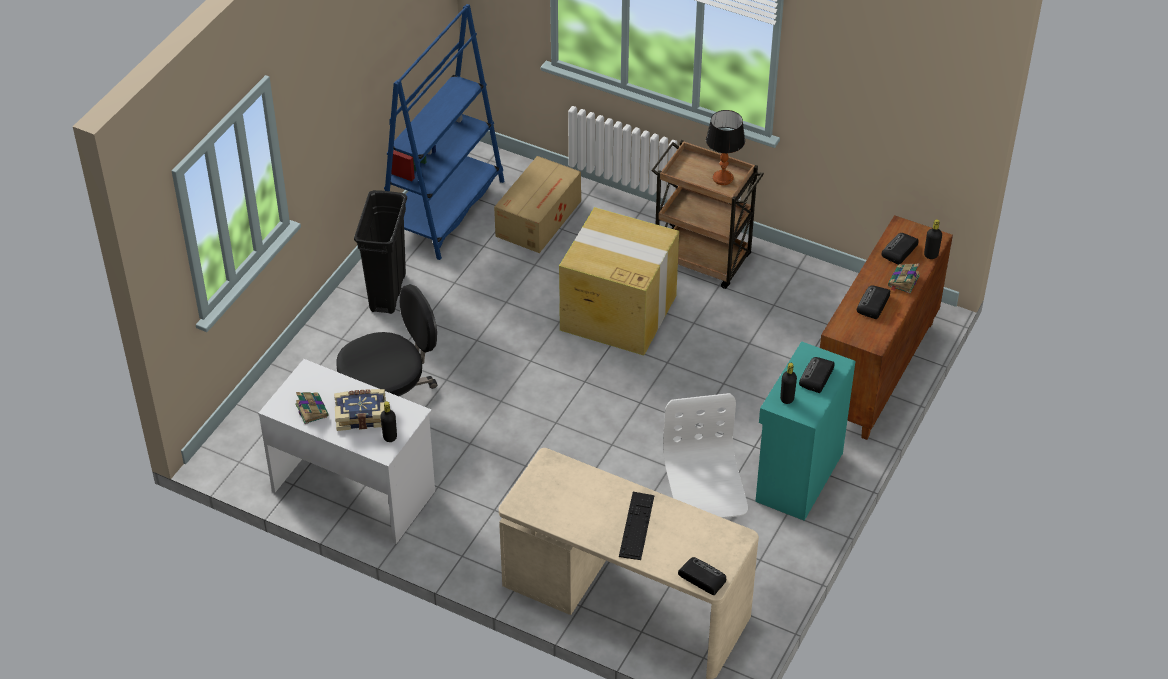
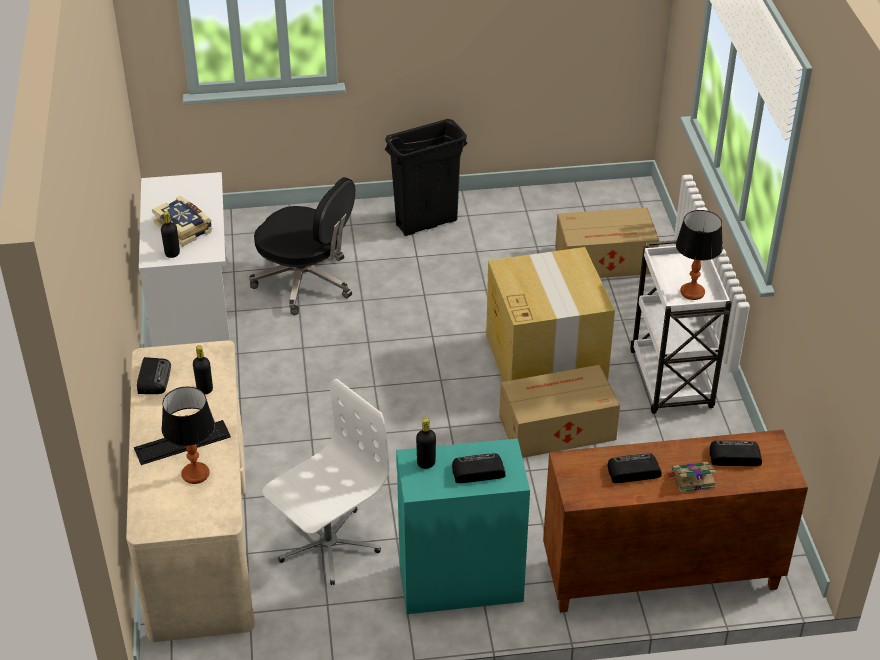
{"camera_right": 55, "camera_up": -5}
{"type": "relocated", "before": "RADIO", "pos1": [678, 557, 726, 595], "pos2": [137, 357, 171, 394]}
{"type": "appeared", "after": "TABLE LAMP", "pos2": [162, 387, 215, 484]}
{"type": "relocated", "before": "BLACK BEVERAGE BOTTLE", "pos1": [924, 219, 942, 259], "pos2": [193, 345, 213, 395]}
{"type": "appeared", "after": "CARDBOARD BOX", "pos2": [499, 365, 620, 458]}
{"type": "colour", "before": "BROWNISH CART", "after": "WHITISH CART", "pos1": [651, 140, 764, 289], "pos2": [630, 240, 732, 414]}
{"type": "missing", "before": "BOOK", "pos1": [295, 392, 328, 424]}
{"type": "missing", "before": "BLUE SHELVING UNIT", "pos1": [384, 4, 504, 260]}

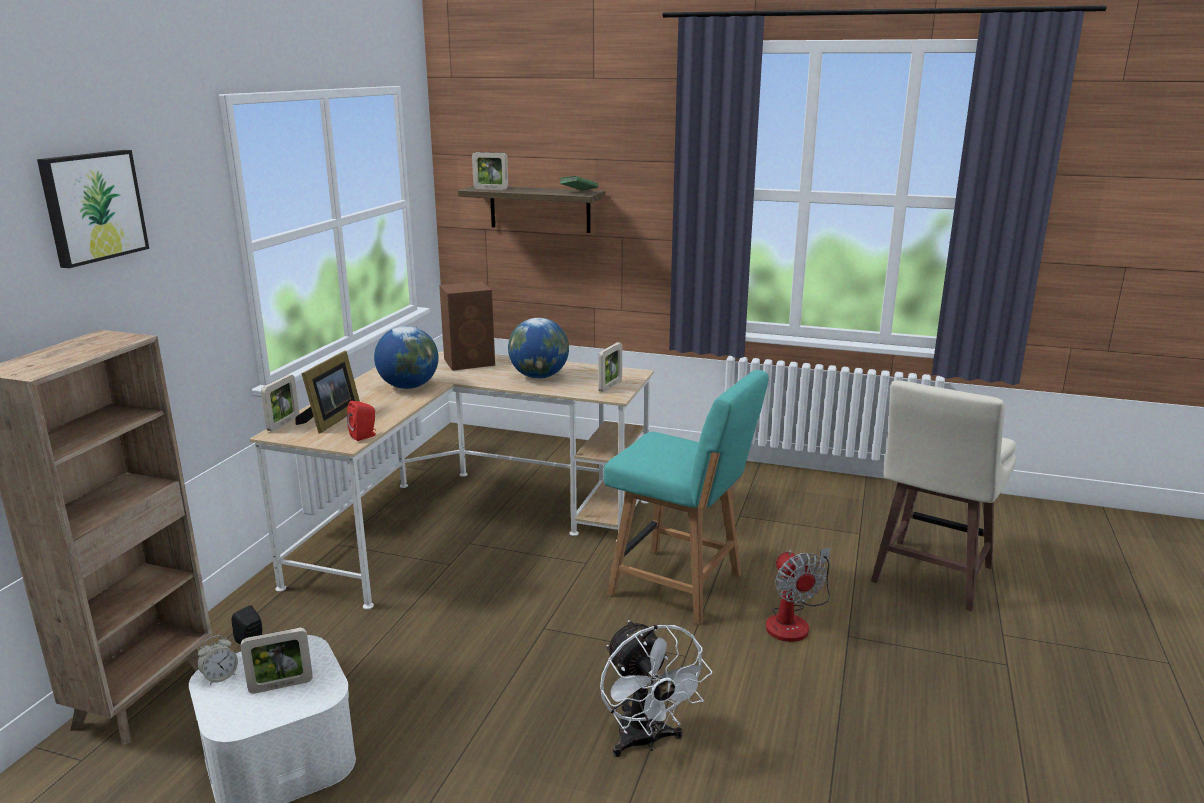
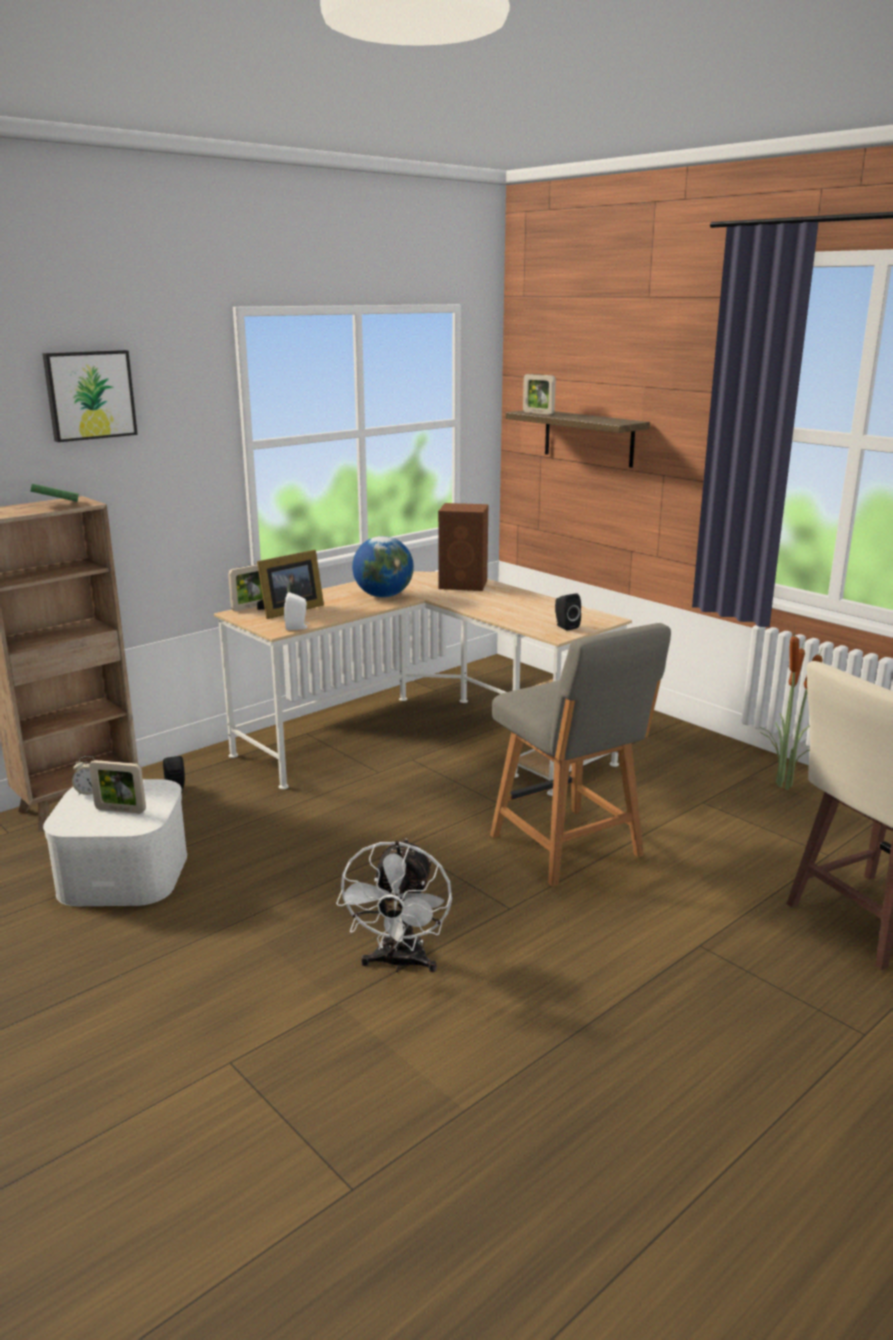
{"camera_right": 30, "camera_up": 0}
{"type": "relocated", "before": "GREEN BOOK", "pos1": [560, 176, 598, 190], "pos2": [30, 484, 79, 502]}
{"type": "colour", "before": "RED SPEAKER", "after": "WHITISH SPEAKER", "pos1": [347, 401, 376, 441], "pos2": [284, 592, 310, 630]}
{"type": "colour", "before": "TURQUOISE-COLOURED PLAIN CHAIR", "after": "GREY PLAIN CHAIR", "pos1": [604, 370, 769, 625], "pos2": [490, 623, 671, 887]}
{"type": "exchanged", "before": "PICTURE FRAME", "after": "BLACK SPEAKER", "pos1": [598, 342, 622, 392], "pos2": [555, 593, 581, 631]}
{"type": "appeared", "after": "PLANT IN A POT", "pos2": [760, 628, 823, 790]}
{"type": "missing", "before": "GLOBE", "pos1": [508, 318, 569, 379]}
{"type": "missing", "before": "ELECTRIC FAN", "pos1": [766, 548, 830, 642]}

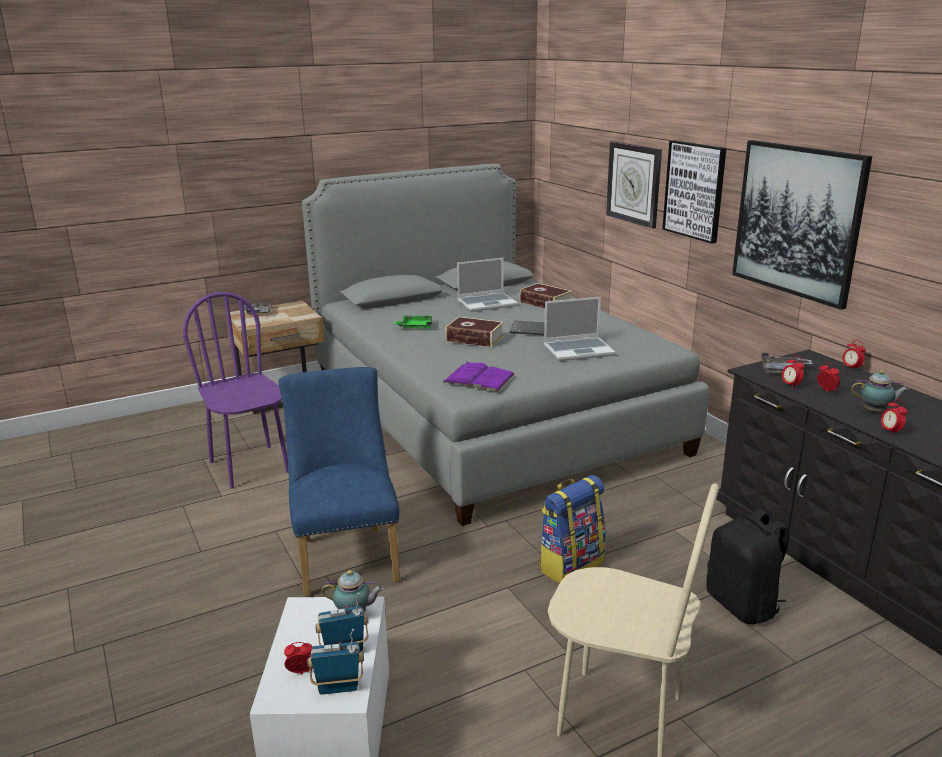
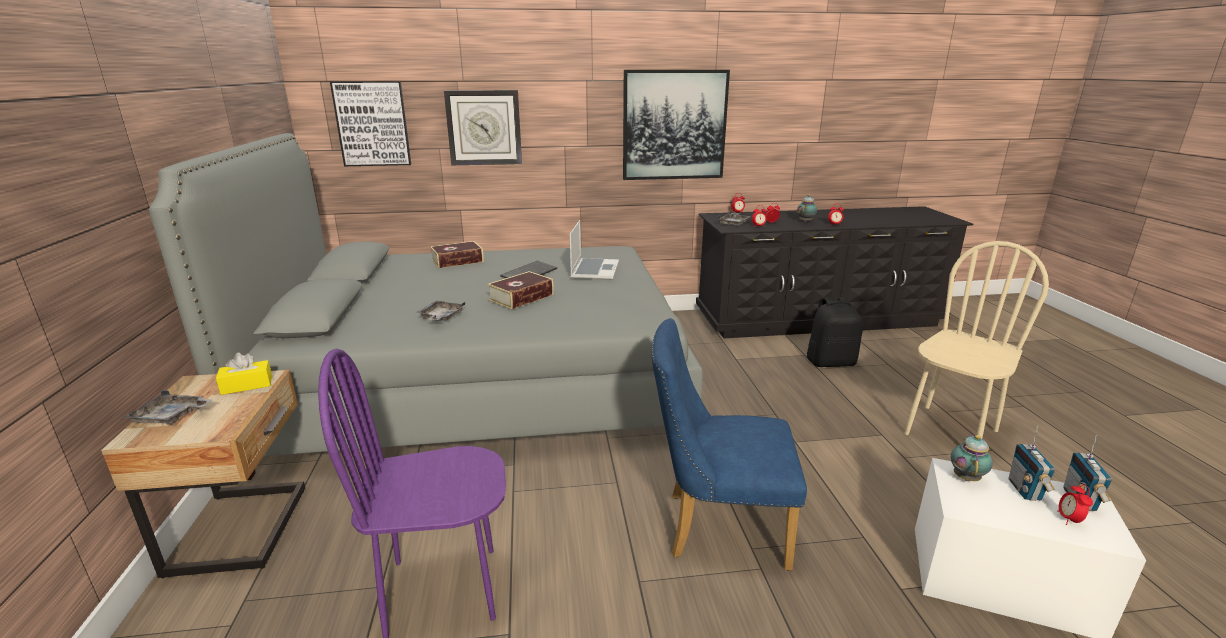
{"camera_right": -70, "camera_up": 0}
{"type": "appeared", "after": "YELLOW TISSUE HOLDER", "pos2": [216, 353, 272, 395]}
{"type": "relocated", "before": "PICTURE", "pos1": [662, 140, 726, 244], "pos2": [330, 81, 411, 166]}
{"type": "colour", "before": "GREEN CARRYING TRAY", "after": "GREY CARRYING TRAY", "pos1": [394, 315, 432, 329], "pos2": [416, 301, 465, 321]}
{"type": "missing", "before": "PURPLE-COLOURED BOOK", "pos1": [443, 362, 515, 391]}
{"type": "missing", "before": "NOTEBOOK COMPUTER", "pos1": [457, 258, 518, 312]}
{"type": "missing", "before": "KNAPSACK", "pos1": [539, 475, 606, 583]}

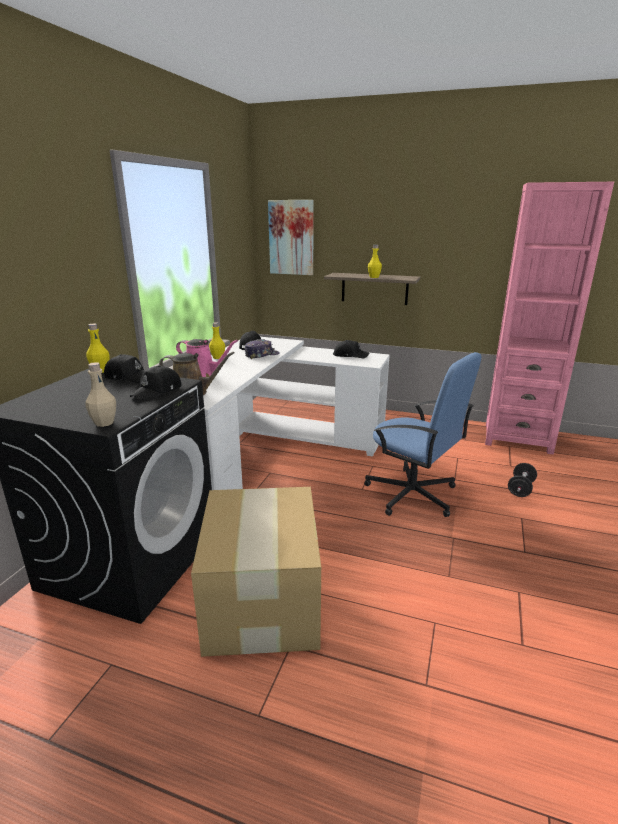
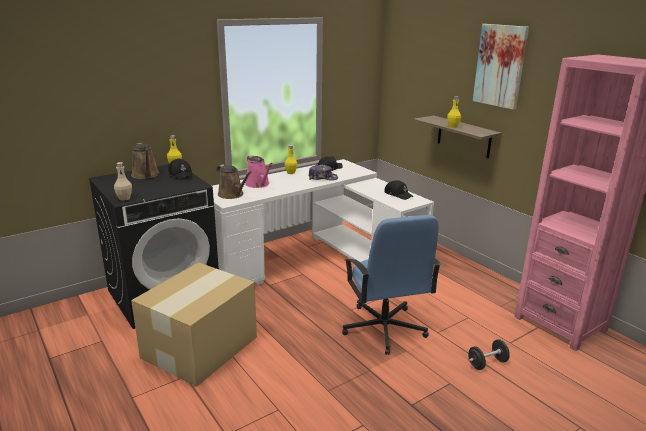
{"camera_right": 35, "camera_up": 0}
{"type": "appeared", "after": "BROWNISH SPRINKLING CAN", "pos2": [131, 143, 160, 179]}
{"type": "relocated", "before": "PICTURE", "pos1": [268, 200, 314, 275], "pos2": [473, 24, 529, 110]}
{"type": "missing", "before": "BLACK CAP", "pos1": [130, 365, 181, 401]}

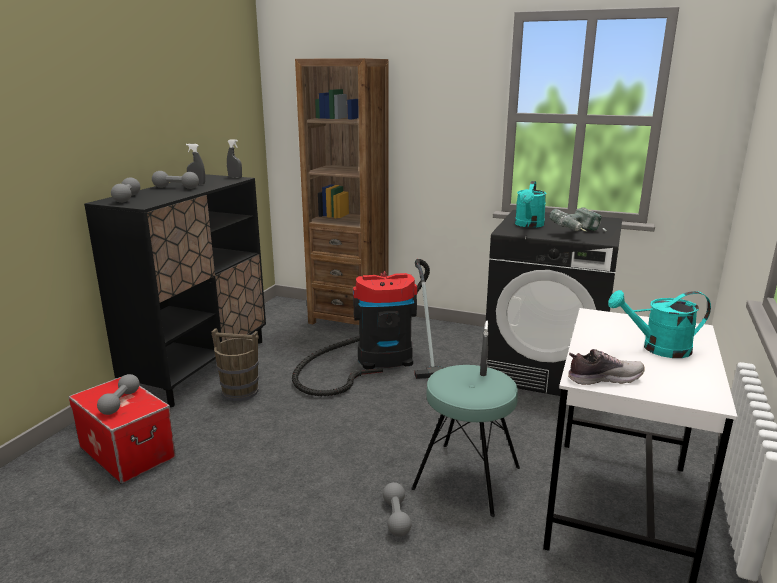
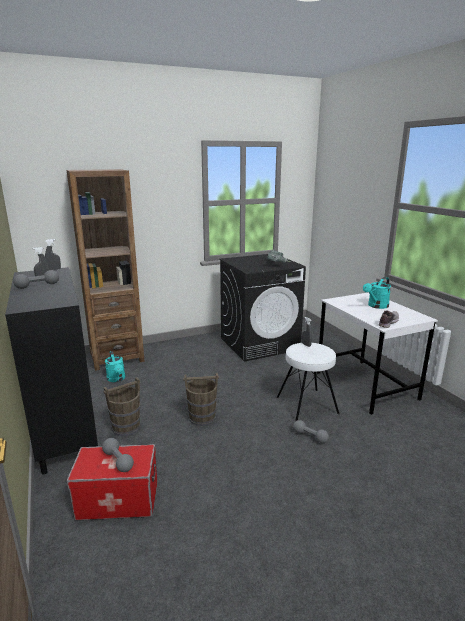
{"camera_right": -45, "camera_up": 0}
{"type": "relocated", "before": "TURQUOISE-COLOURED SPRINKLING CAN", "pos1": [515, 181, 547, 228], "pos2": [105, 351, 125, 382]}
{"type": "appeared", "after": "BROWNISH PAIL", "pos2": [183, 373, 219, 426]}
{"type": "colour", "before": "TURQUOISE-COLOURED STOOL", "after": "WHITISH STOOL", "pos1": [411, 365, 520, 517], "pos2": [277, 343, 340, 421]}
{"type": "missing", "before": "GREY FREE WEIGHT", "pos1": [111, 177, 140, 203]}
{"type": "missing", "before": "HOOVER", "pos1": [292, 259, 446, 396]}

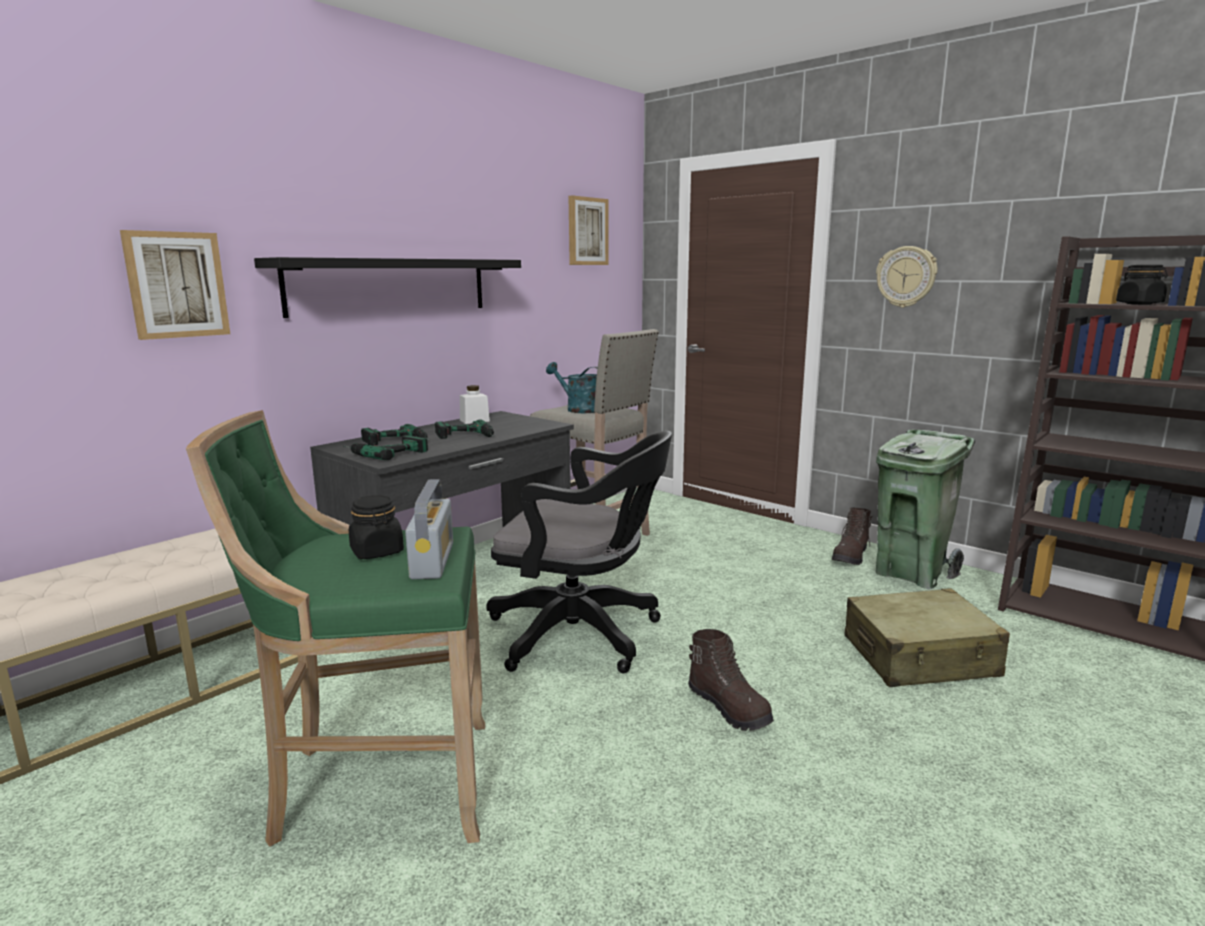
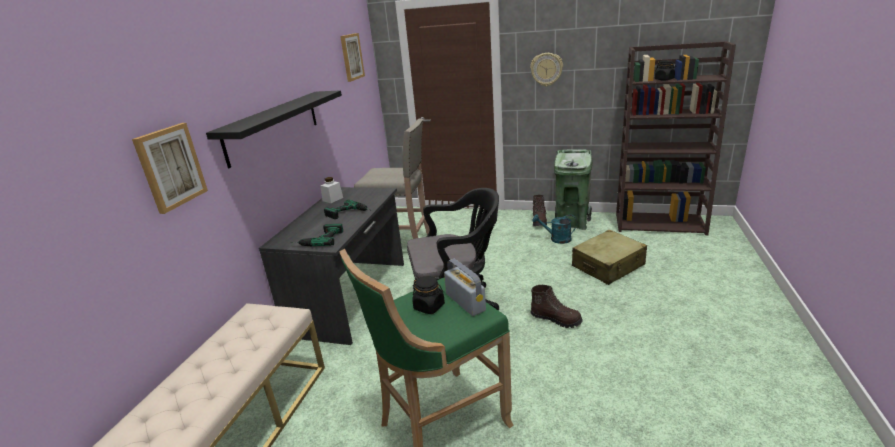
{"camera_right": -25, "camera_up": 10}
{"type": "relocated", "before": "TURQUOISE-COLOURED SPRINKLING CAN", "pos1": [546, 362, 598, 413], "pos2": [532, 214, 577, 244]}
{"type": "missing", "before": "DRILL", "pos1": [361, 424, 429, 446]}

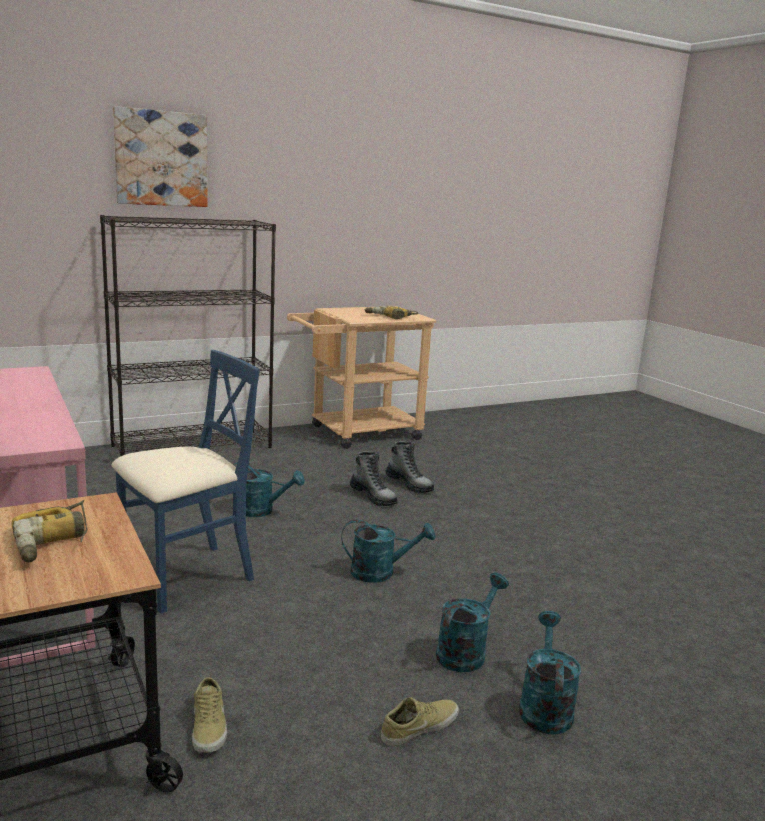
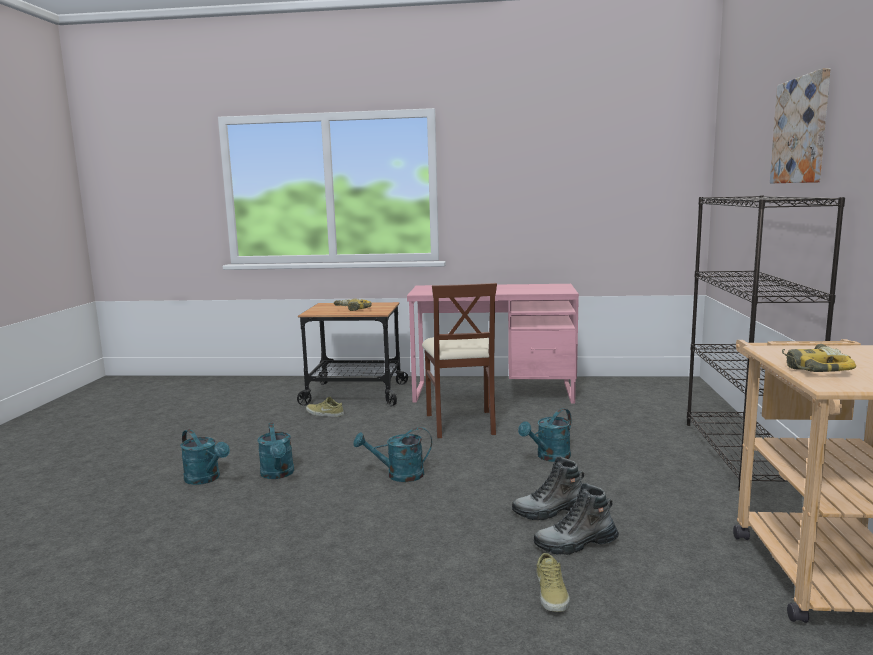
{"camera_right": 125, "camera_up": -5}
{"type": "spun", "before": "TURQUOISE-COLOURED SPRINKLING CAN", "pos1": [341, 519, 435, 583], "pos2": [354, 427, 432, 482], "turn": 45}
{"type": "colour", "before": "BLUE PLAIN CHAIR", "after": "BROWNISH PLAIN CHAIR", "pos1": [112, 350, 260, 613], "pos2": [422, 283, 497, 438]}
{"type": "relocated", "before": "SAND-COLOURED LOW SHOE", "pos1": [381, 697, 459, 746], "pos2": [537, 553, 570, 612]}

